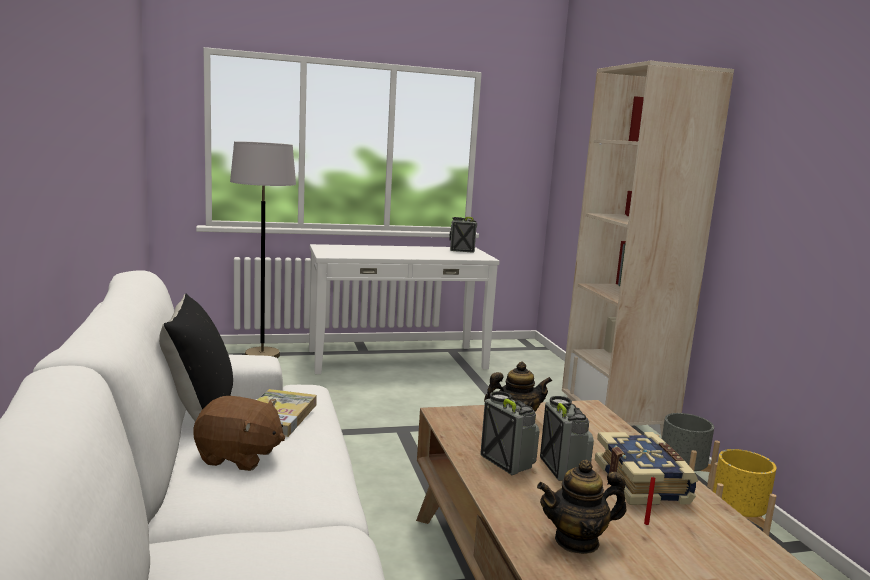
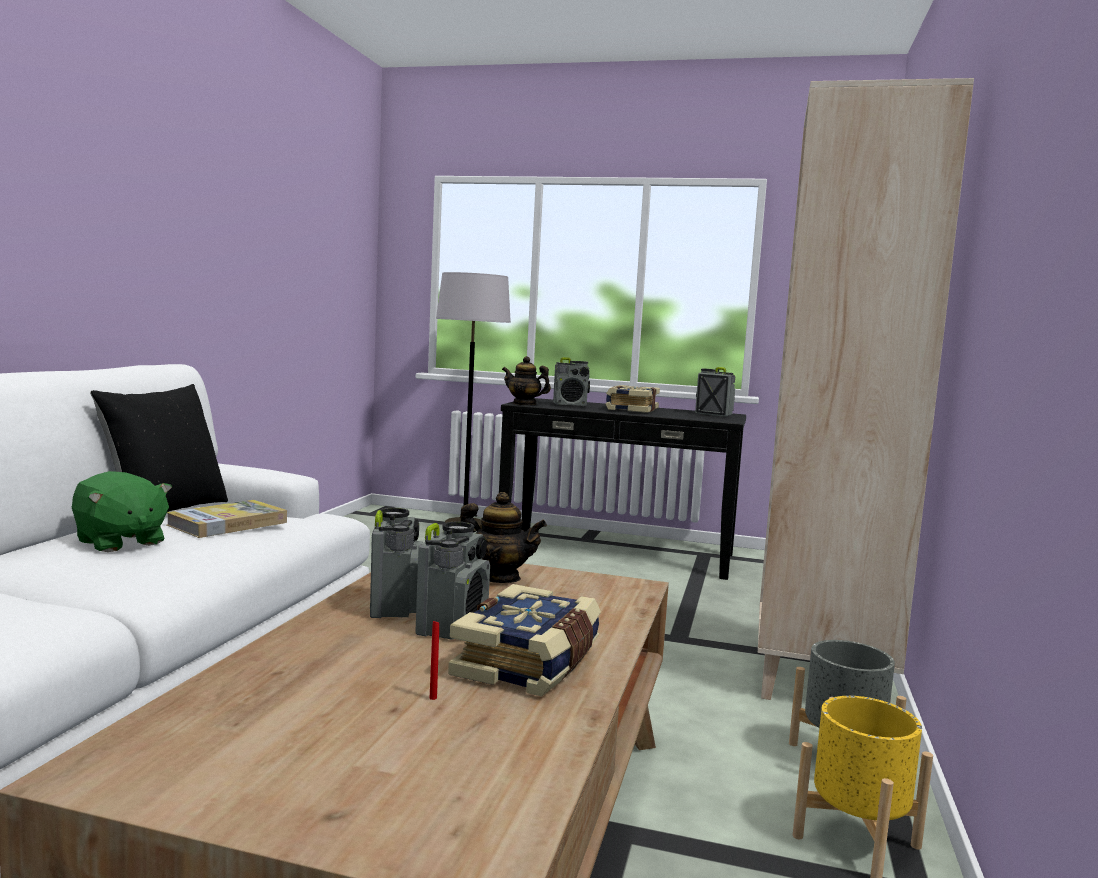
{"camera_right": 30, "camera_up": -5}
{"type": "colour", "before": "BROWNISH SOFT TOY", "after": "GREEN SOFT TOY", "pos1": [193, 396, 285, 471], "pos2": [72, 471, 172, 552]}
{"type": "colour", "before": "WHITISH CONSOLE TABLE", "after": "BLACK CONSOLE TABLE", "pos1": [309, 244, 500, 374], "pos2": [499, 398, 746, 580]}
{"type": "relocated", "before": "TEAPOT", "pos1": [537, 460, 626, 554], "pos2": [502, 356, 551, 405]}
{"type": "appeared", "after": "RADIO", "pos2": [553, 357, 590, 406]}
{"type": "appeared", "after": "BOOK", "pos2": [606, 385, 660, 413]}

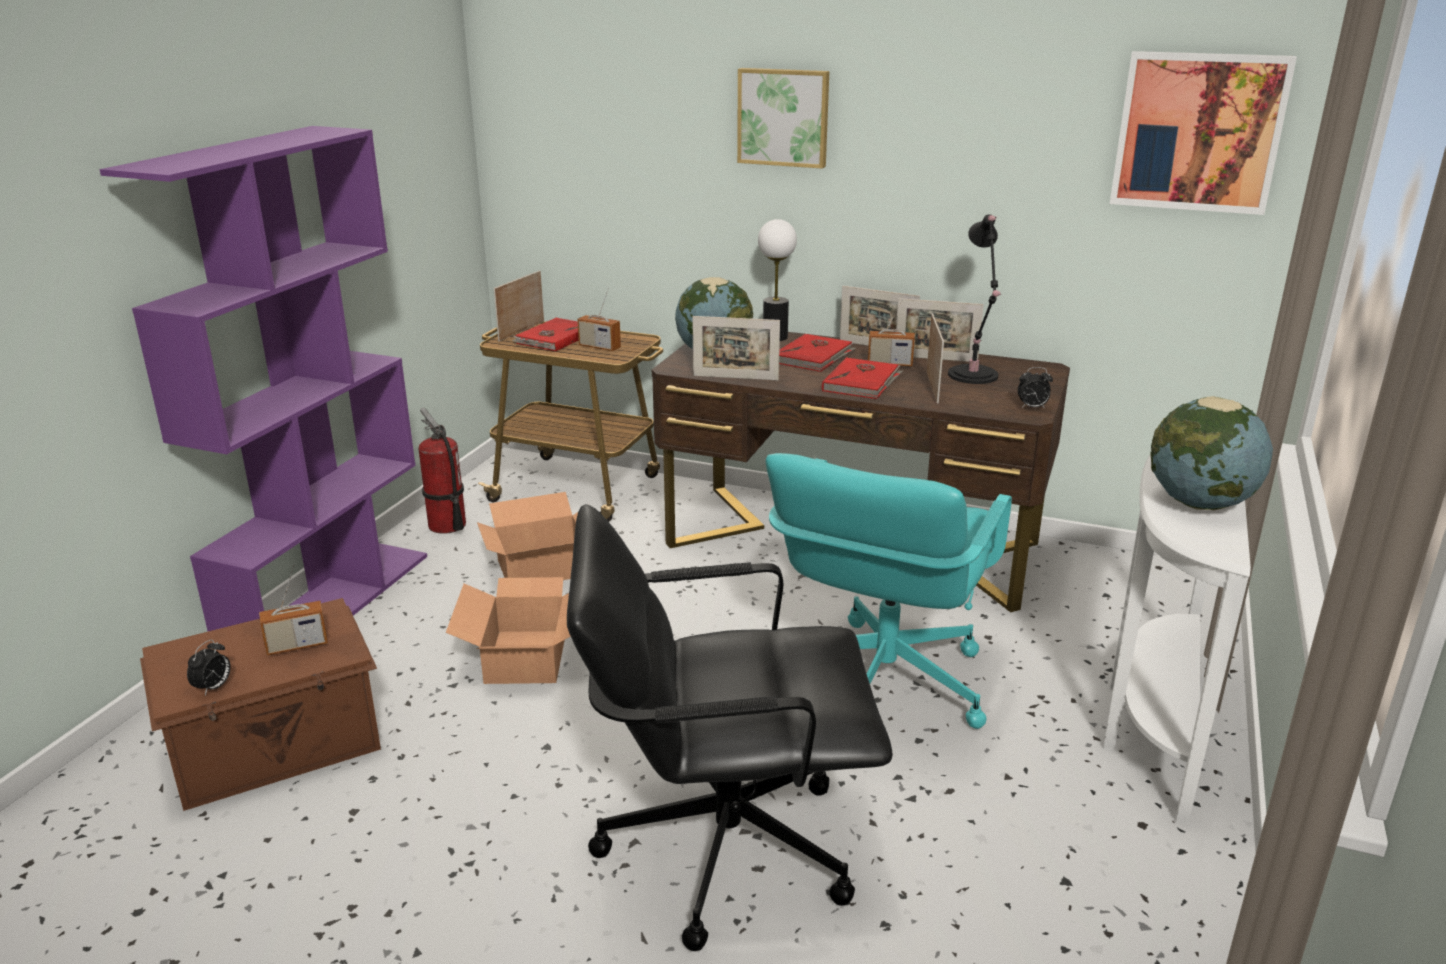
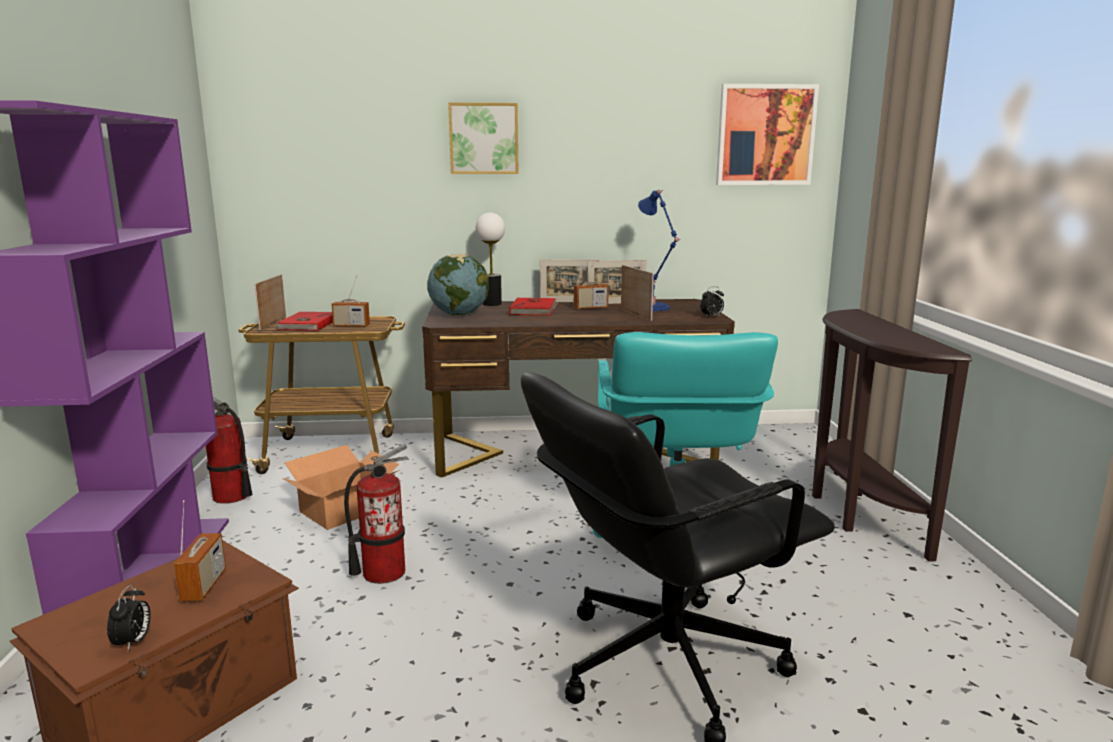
{"camera_right": -25, "camera_up": -10}
{"type": "spun", "before": "RADIO", "pos1": [259, 564, 328, 655], "pos2": [174, 500, 226, 601], "turn": -45}
{"type": "exchanged", "before": "CARDBOARD BOX", "after": "EXTINGUISHER", "pos1": [446, 577, 571, 684], "pos2": [344, 444, 409, 584]}
{"type": "colour", "before": "BLACK TABLE LAMP", "after": "BLUE TABLE LAMP", "pos1": [948, 214, 1001, 384], "pos2": [638, 190, 681, 311]}
{"type": "colour", "before": "WHITISH CONSOLE TABLE", "after": "BROWNISH CONSOLE TABLE", "pos1": [1103, 455, 1251, 825], "pos2": [812, 309, 972, 562]}
{"type": "missing", "before": "PICTURE FRAME", "pos1": [692, 316, 780, 380]}
{"type": "missing", "before": "RED BOOK", "pos1": [822, 357, 903, 399]}
{"type": "missing", "before": "GLOBE", "pos1": [1150, 396, 1273, 510]}

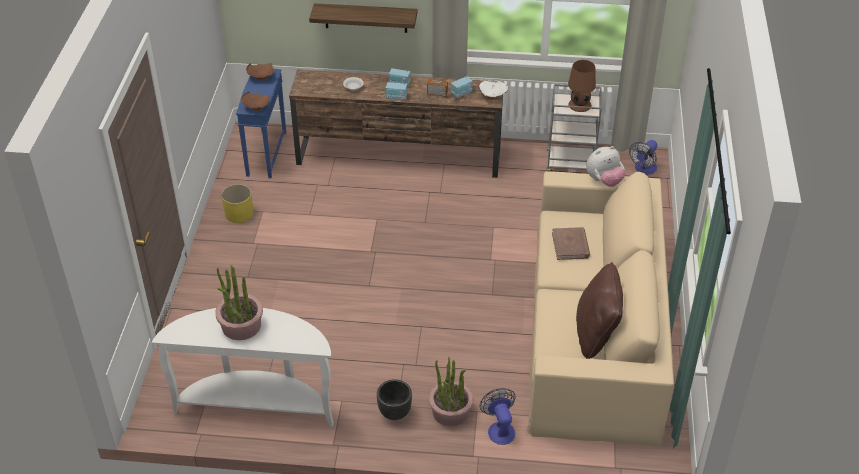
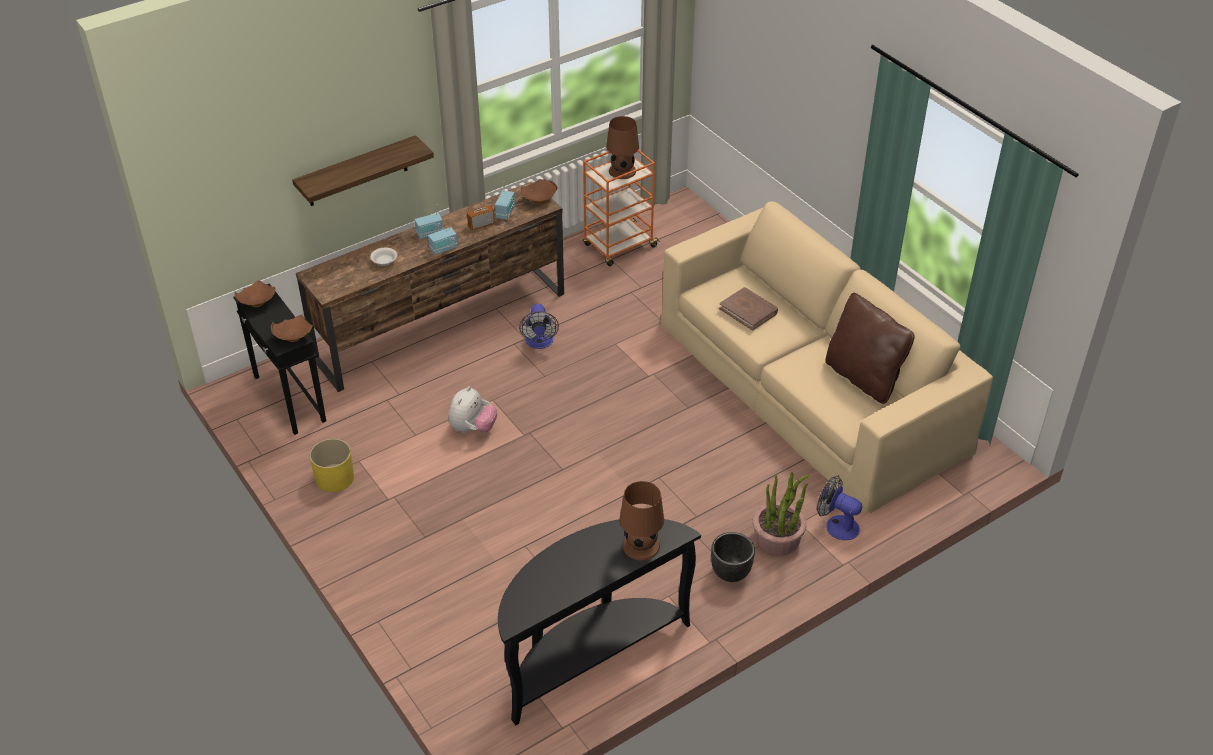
{"camera_right": -40, "camera_up": 0}
{"type": "colour", "before": "BLUE END TABLE", "after": "BLACK END TABLE", "pos1": [236, 69, 286, 178], "pos2": [233, 283, 326, 435]}
{"type": "relocated", "before": "SOFT TOY", "pos1": [586, 146, 626, 187], "pos2": [448, 386, 497, 433]}
{"type": "colour", "before": "WHITISH CONSOLE TABLE", "after": "BLACK CONSOLE TABLE", "pos1": [152, 308, 334, 427], "pos2": [498, 519, 701, 725]}
{"type": "relocated", "before": "ELECTRIC FAN", "pos1": [629, 140, 657, 175], "pos2": [519, 304, 559, 349]}
{"type": "colour", "before": "WHITISH BOWL", "after": "BROWNISH BOWL", "pos1": [478, 80, 508, 100], "pos2": [521, 179, 558, 205]}
{"type": "colour", "before": "GREY CART", "after": "ORANGE-COLOURED CART", "pos1": [546, 84, 602, 172], "pos2": [583, 149, 660, 266]}
{"type": "appeared", "after": "BROWNISH TABLE LAMP", "pos2": [619, 481, 664, 561]}
{"type": "missing", "before": "PLANT IN A POT", "pos1": [215, 264, 263, 340]}

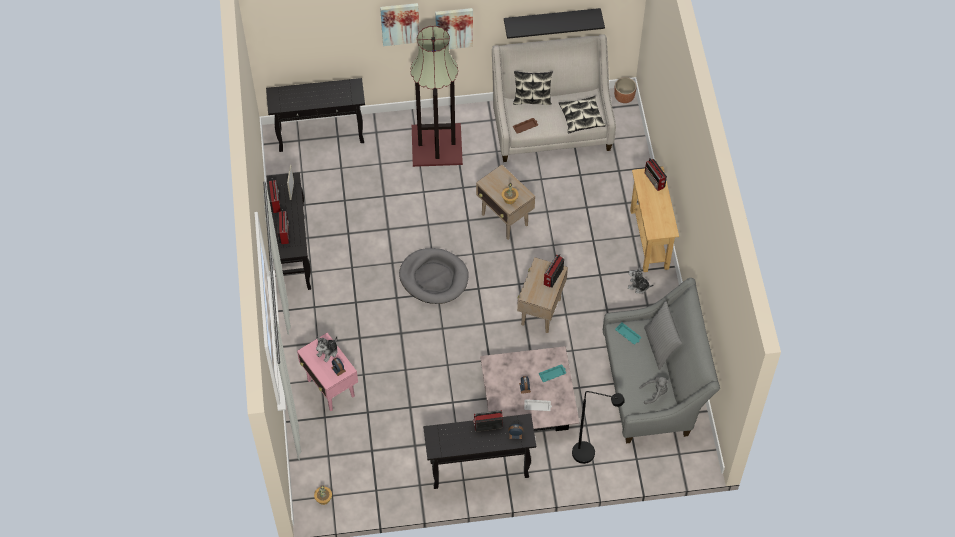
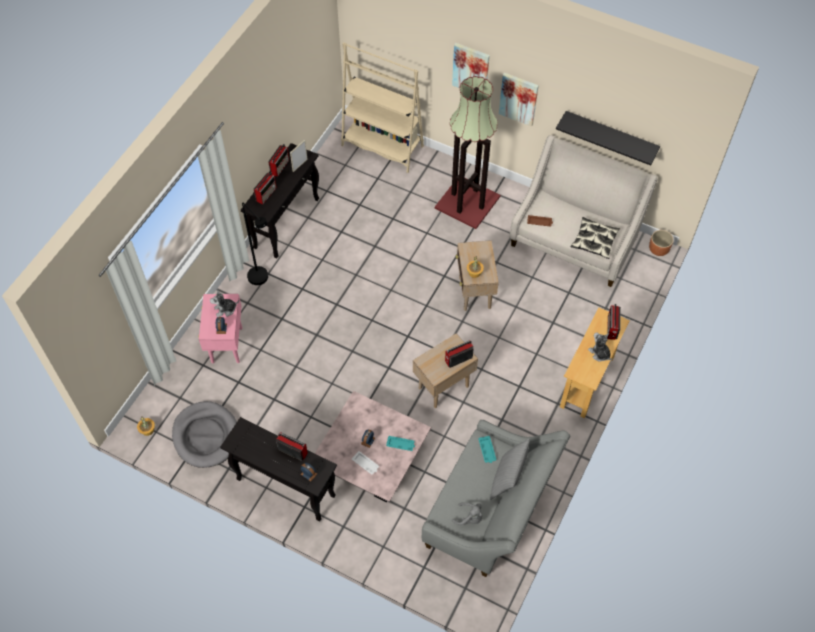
{"camera_right": 35, "camera_up": 0}
{"type": "relocated", "before": "GREY DOG CUSHION", "pos1": [399, 248, 469, 304], "pos2": [172, 401, 237, 468]}
{"type": "relocated", "before": "BLACK STANDARD LAMP", "pos1": [572, 391, 625, 464], "pos2": [242, 203, 268, 285]}
{"type": "exchanged", "before": "BLACK CONSOLE TABLE", "after": "SAND-COLOURED SHELVING UNIT", "pos1": [266, 78, 365, 152], "pos2": [341, 42, 424, 173]}
{"type": "relocated", "before": "SOFT TOY", "pos1": [628, 266, 653, 294], "pos2": [588, 332, 612, 362]}
{"type": "missing", "before": "PILLOW", "pos1": [513, 71, 553, 105]}

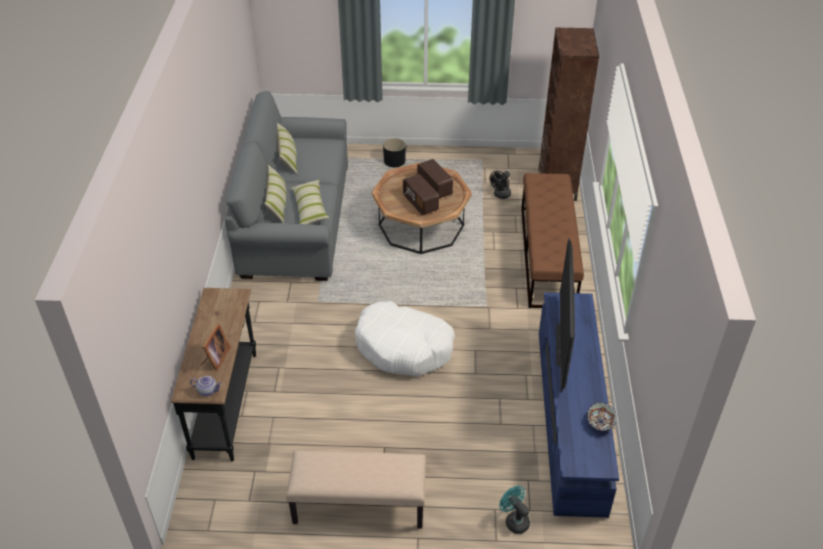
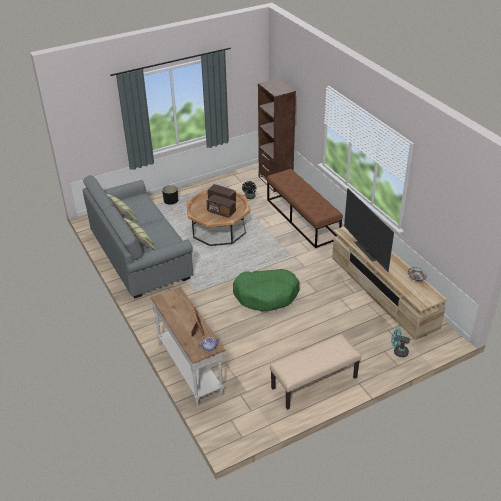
{"camera_right": -30, "camera_up": -5}
{"type": "colour", "before": "BLACK CONSOLE TABLE", "after": "WHITISH CONSOLE TABLE", "pos1": [171, 288, 256, 461], "pos2": [151, 287, 225, 407]}
{"type": "colour", "before": "WHITISH DOG CUSHION", "after": "GREEN DOG CUSHION", "pos1": [355, 301, 455, 376], "pos2": [233, 269, 300, 311]}
{"type": "colour", "before": "BLUE TV STAND", "after": "SAND-COLOURED TV STAND", "pos1": [539, 292, 619, 518], "pos2": [332, 226, 447, 340]}
{"type": "missing", "before": "PILLOW", "pos1": [291, 179, 329, 224]}

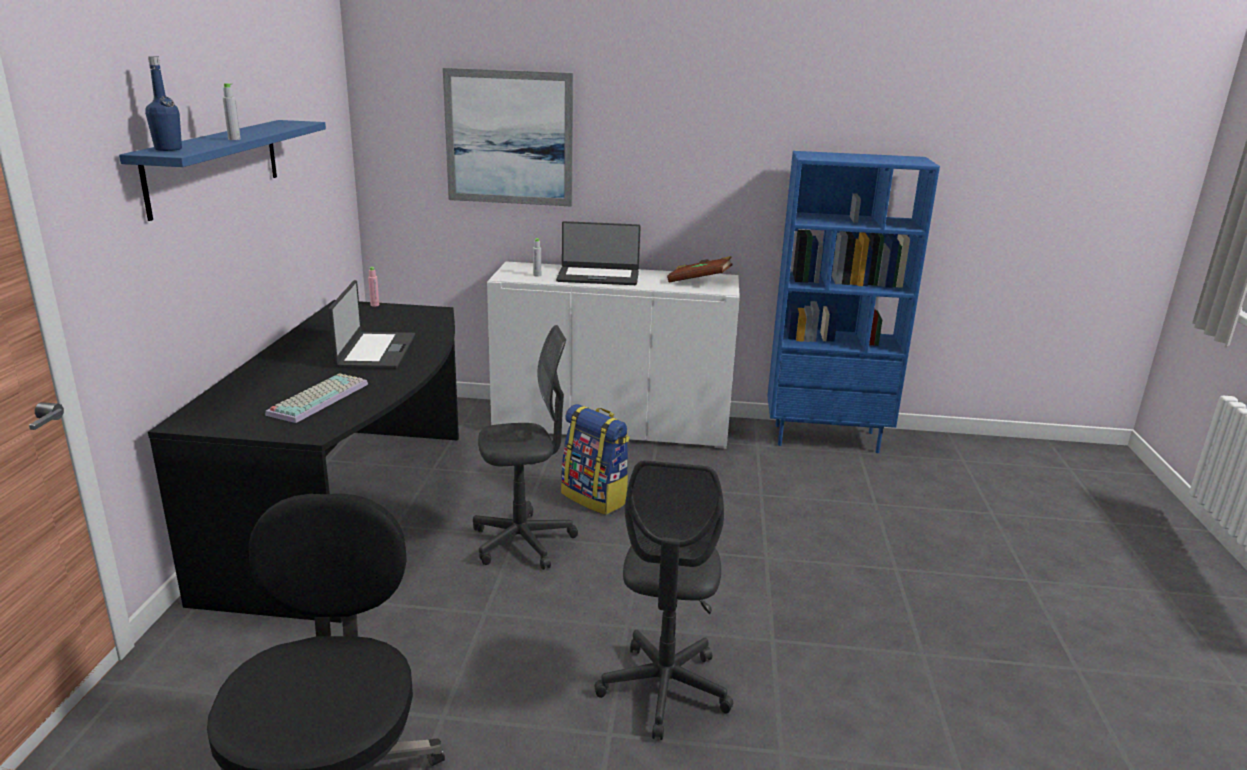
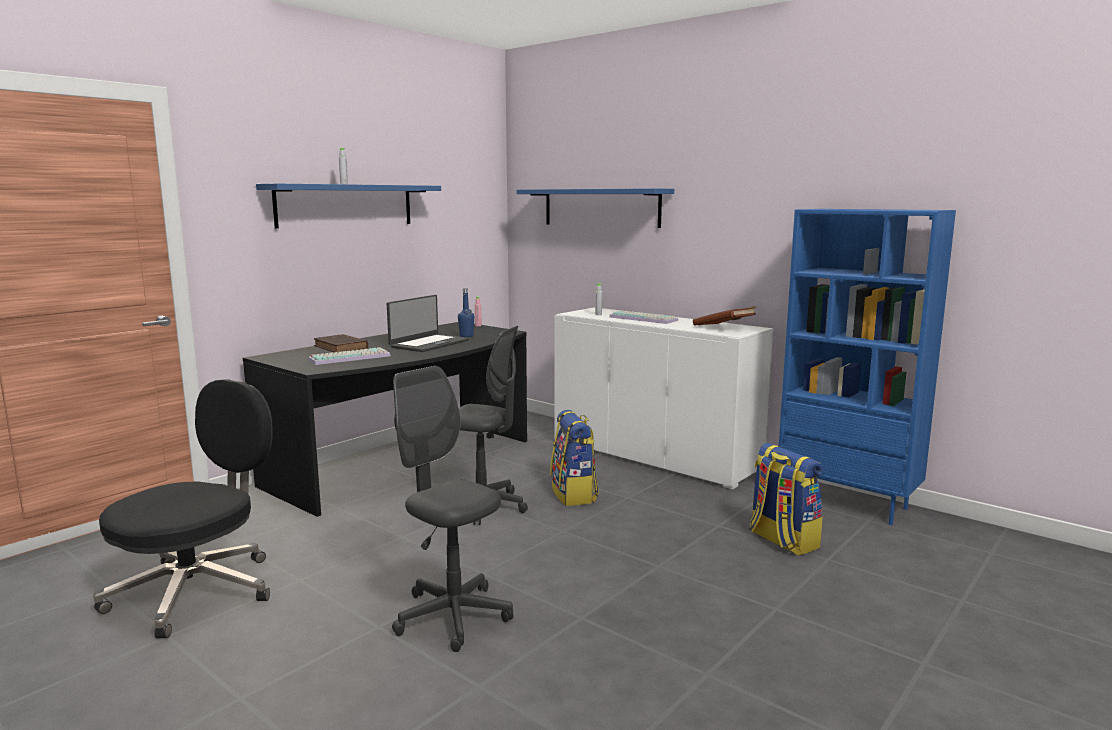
{"camera_right": 35, "camera_up": -10}
{"type": "appeared", "after": "BROWNISH BOOK", "pos2": [314, 334, 368, 352]}
{"type": "spun", "before": "GREY COMPUTER CHAIR", "pos1": [594, 460, 733, 740], "pos2": [392, 366, 514, 652], "turn": 90}
{"type": "relocated", "before": "BLUE BEVERAGE BOTTLE", "pos1": [145, 56, 182, 151], "pos2": [458, 288, 474, 337]}
{"type": "exchanged", "before": "PICTURE", "after": "BLUE BRACKET SHELF", "pos1": [443, 68, 573, 207], "pos2": [517, 188, 674, 228]}
{"type": "exchanged", "before": "NOTEBOOK COMPUTER", "after": "KEYBOARD", "pos1": [556, 221, 641, 285], "pos2": [609, 310, 678, 324]}
{"type": "appeared", "after": "KNAPSACK", "pos2": [749, 443, 823, 556]}

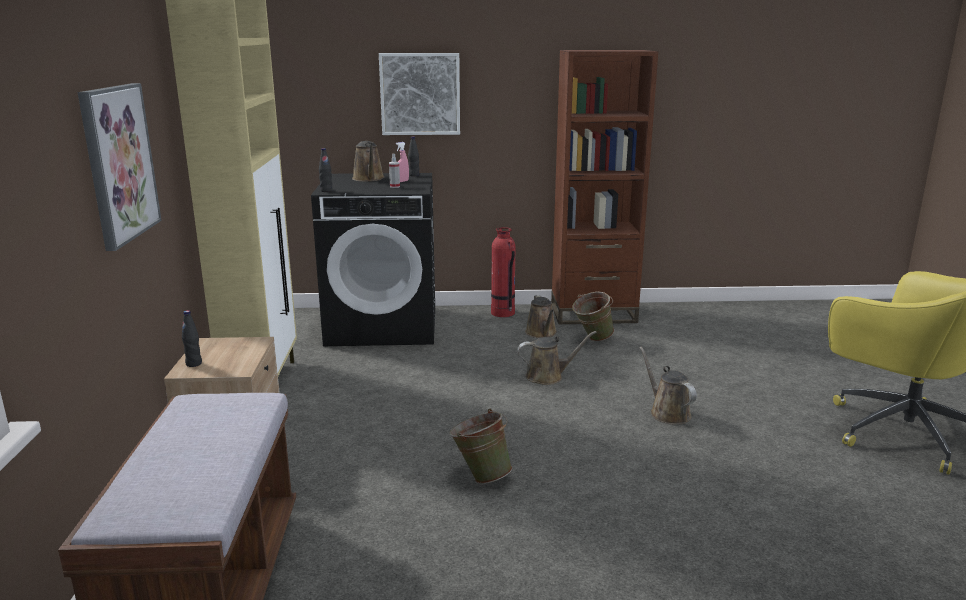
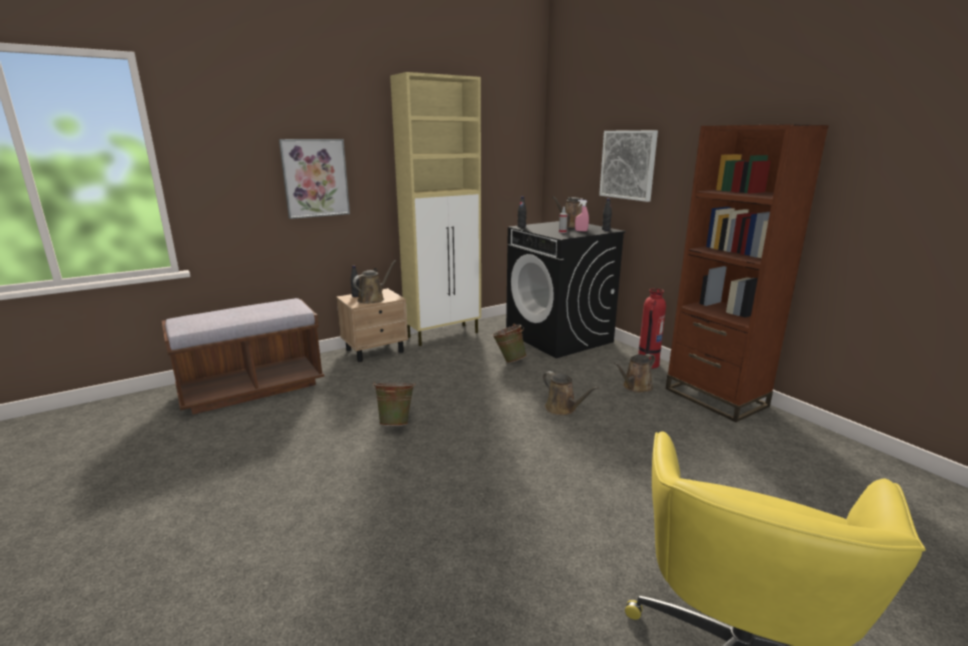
{"camera_right": 60, "camera_up": 0}
{"type": "relocated", "before": "BROWNISH SPRINKLING CAN", "pos1": [640, 347, 697, 425], "pos2": [353, 260, 396, 304]}
{"type": "relocated", "before": "GREEN PAIL", "pos1": [572, 292, 614, 341], "pos2": [492, 323, 527, 363]}

